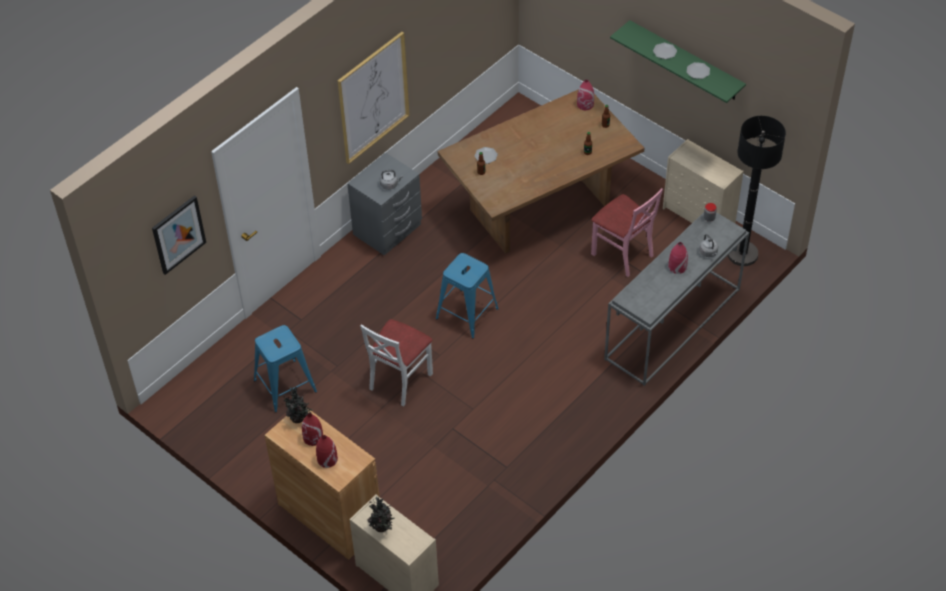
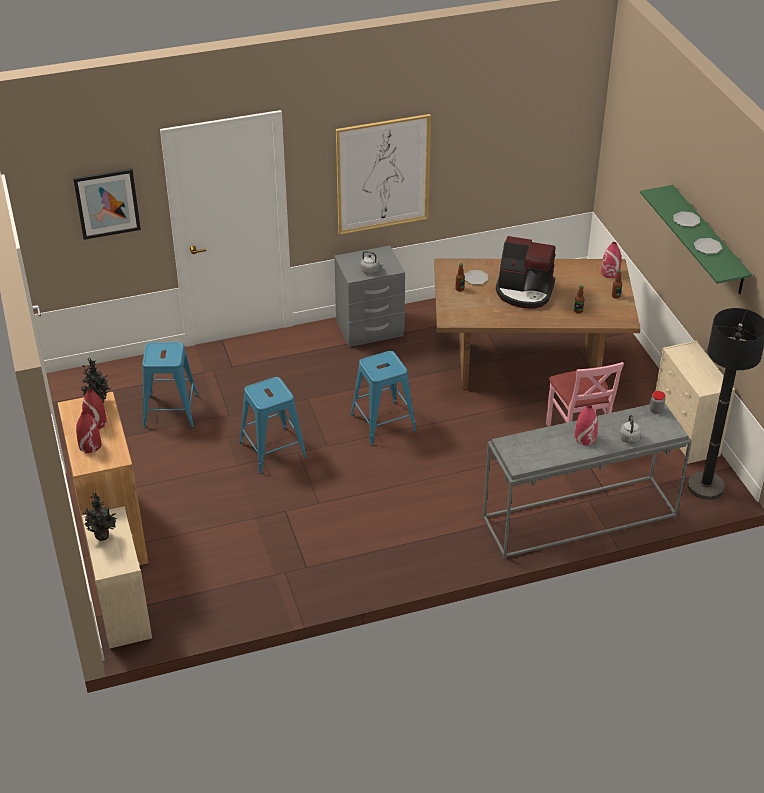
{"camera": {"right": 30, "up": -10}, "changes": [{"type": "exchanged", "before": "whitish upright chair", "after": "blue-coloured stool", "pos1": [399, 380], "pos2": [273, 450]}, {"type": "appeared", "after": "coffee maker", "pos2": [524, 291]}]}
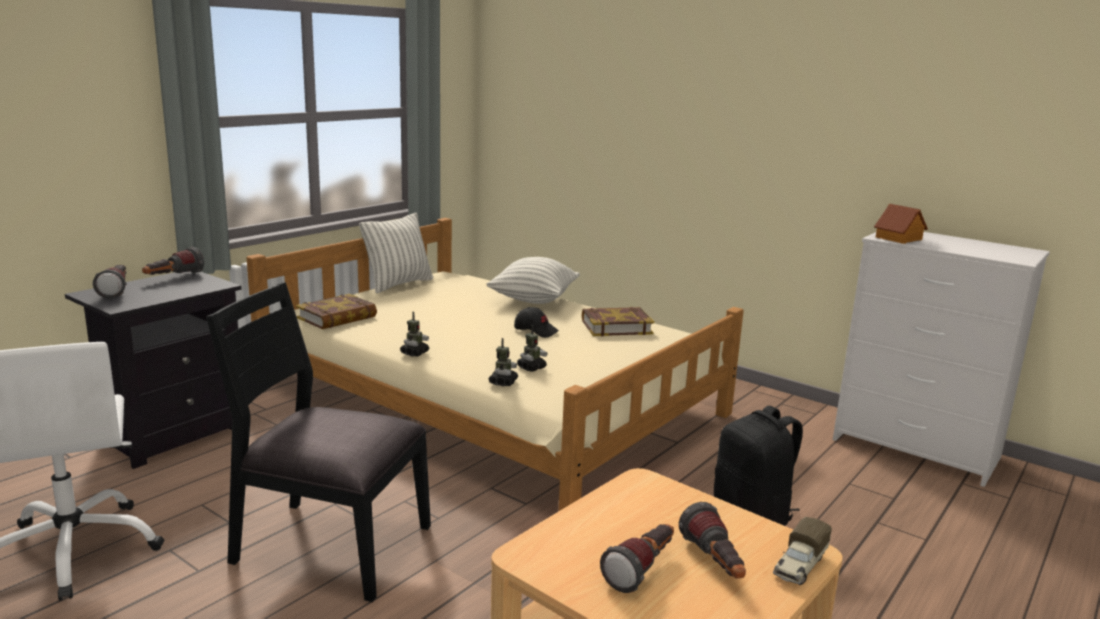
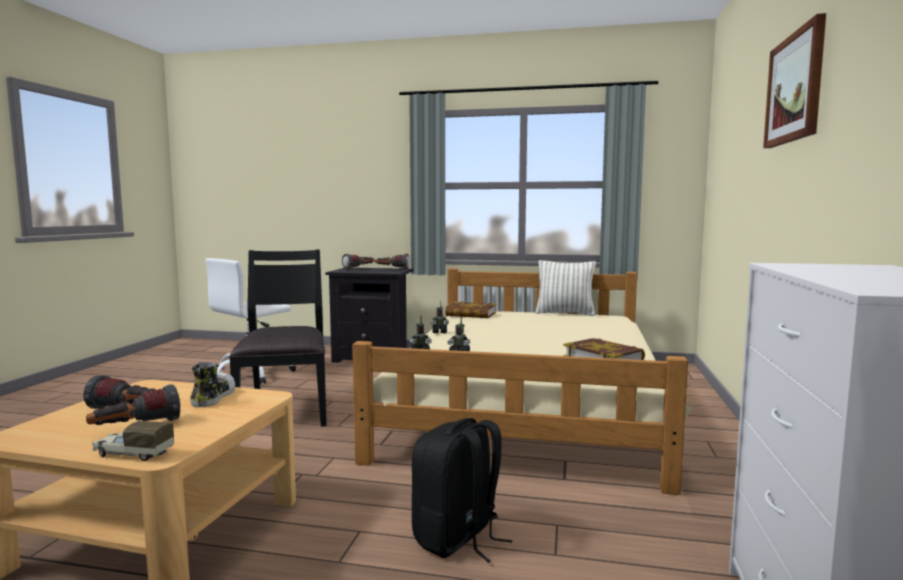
{"camera": {"right": 65, "up": -10}, "changes": [{"type": "missing", "before": "model house", "pos1": [899, 238]}, {"type": "missing", "before": "throw pillow", "pos1": [533, 300]}, {"type": "missing", "before": "black baseball cap", "pos1": [536, 331]}, {"type": "appeared", "after": "wall art", "pos2": [795, 88]}, {"type": "appeared", "after": "item of footwear", "pos2": [212, 397]}]}
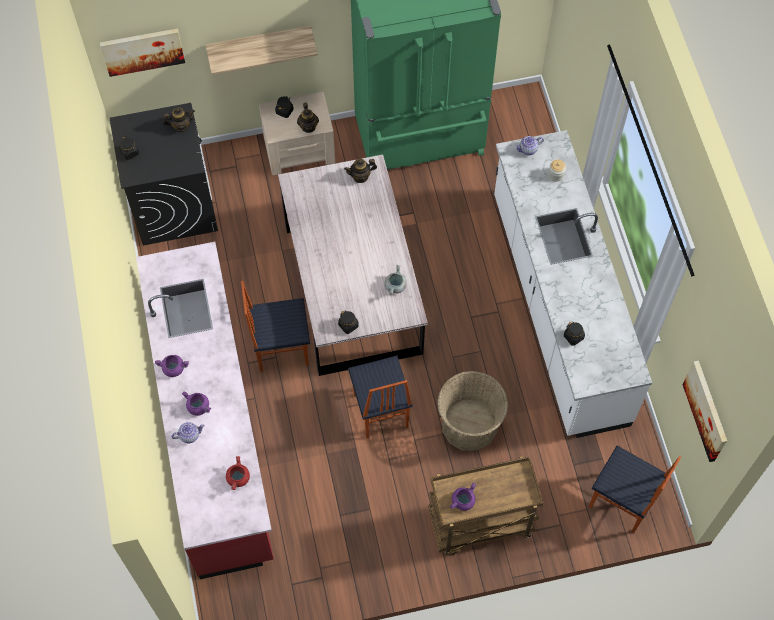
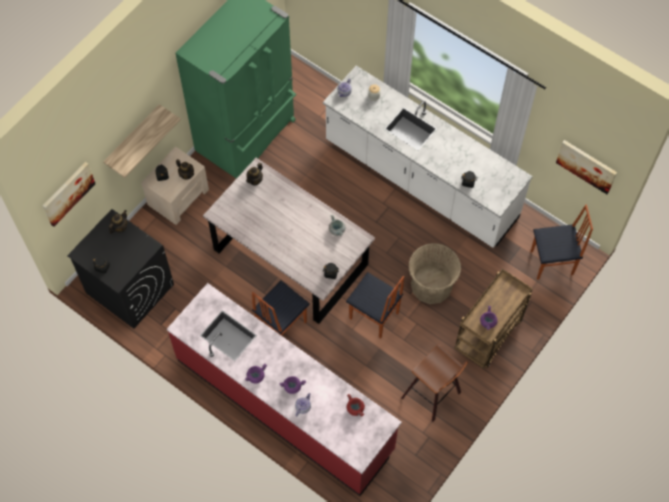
{"camera": {"right": -40, "up": 0}, "changes": [{"type": "appeared", "after": "stool", "pos2": [433, 395]}]}
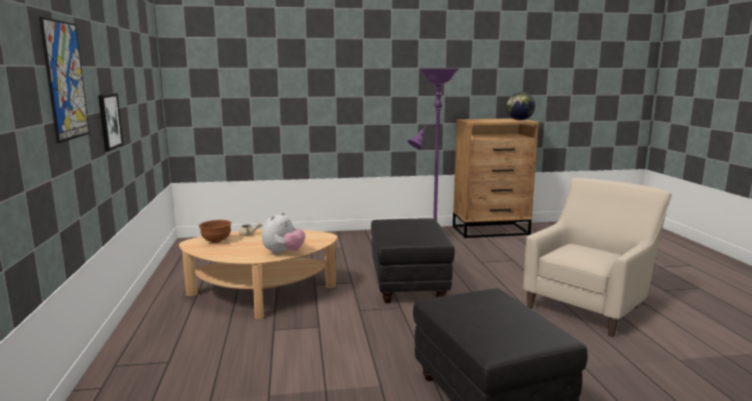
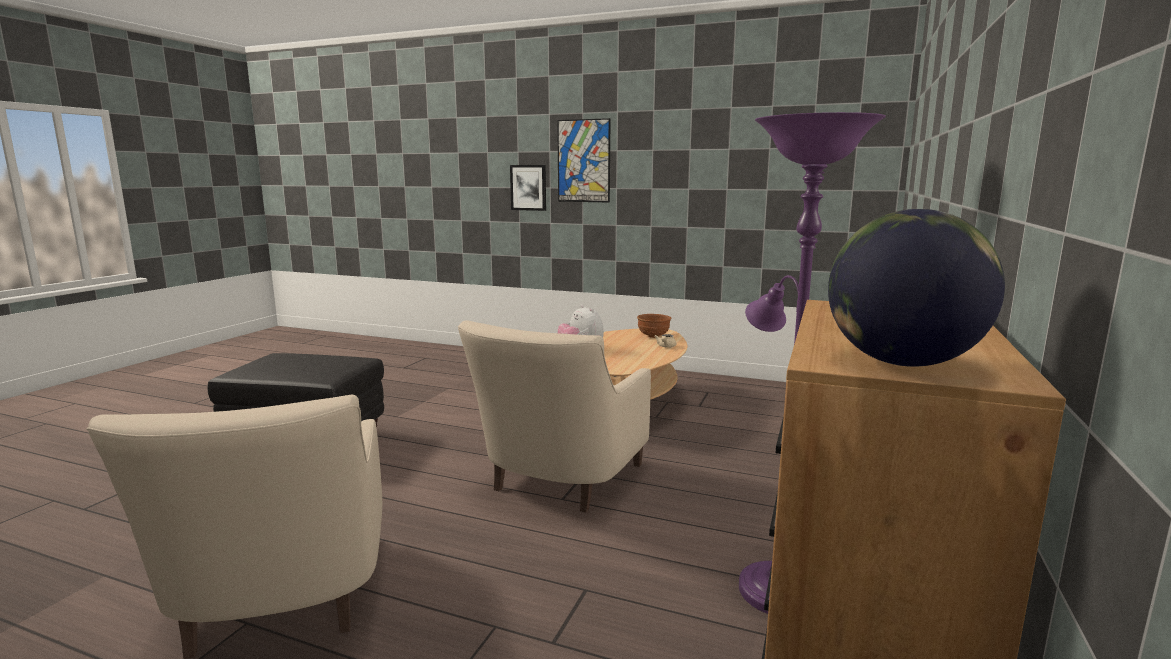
{"camera": {"right": 120, "up": 0}, "changes": [{"type": "relocated", "before": "wall art", "pos1": [109, 121], "pos2": [528, 187]}, {"type": "exchanged", "before": "black pouffe", "after": "sand-coloured armchair", "pos1": [409, 286], "pos2": [558, 482]}]}
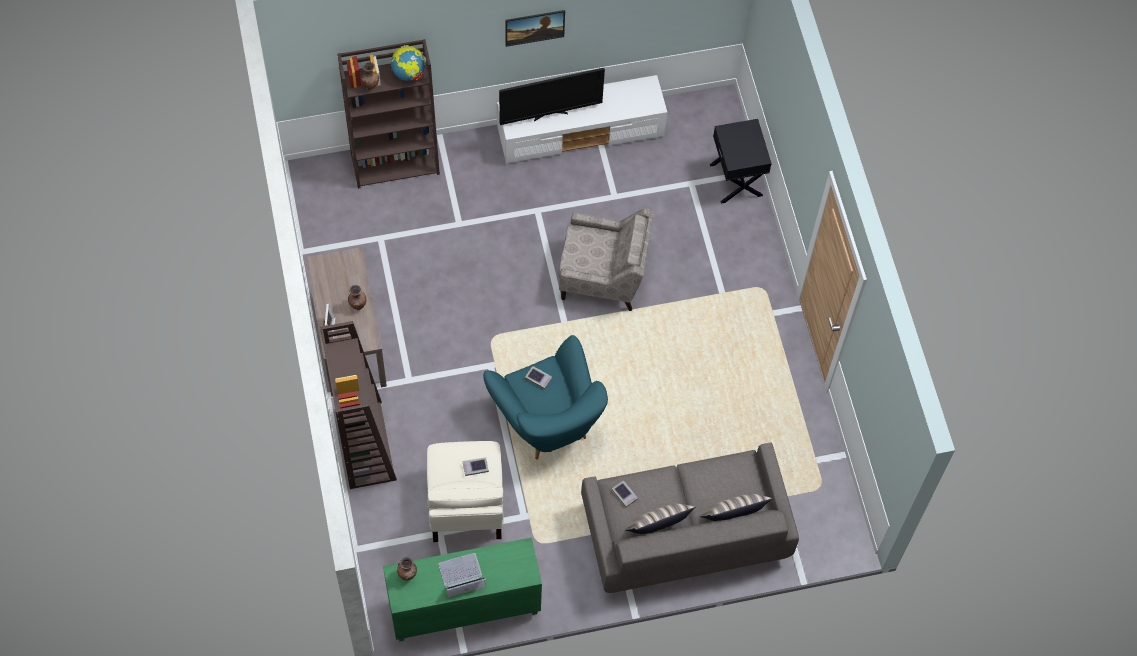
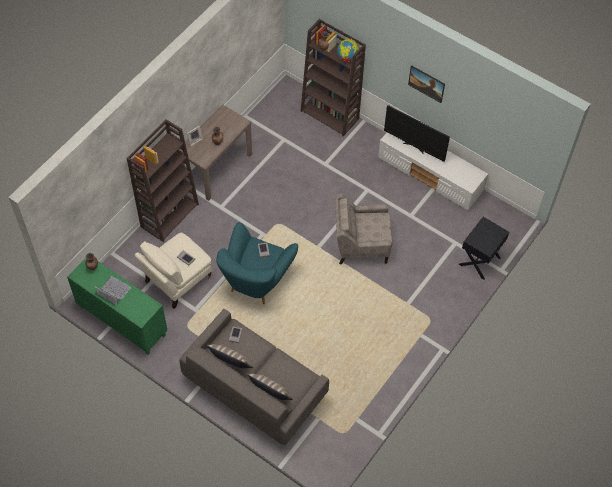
{"camera": {"right": 50, "up": -5}, "changes": [{"type": "spun", "before": "sand-coloured armchair", "pos1": [603, 276], "pos2": [361, 244], "turn": 120}]}
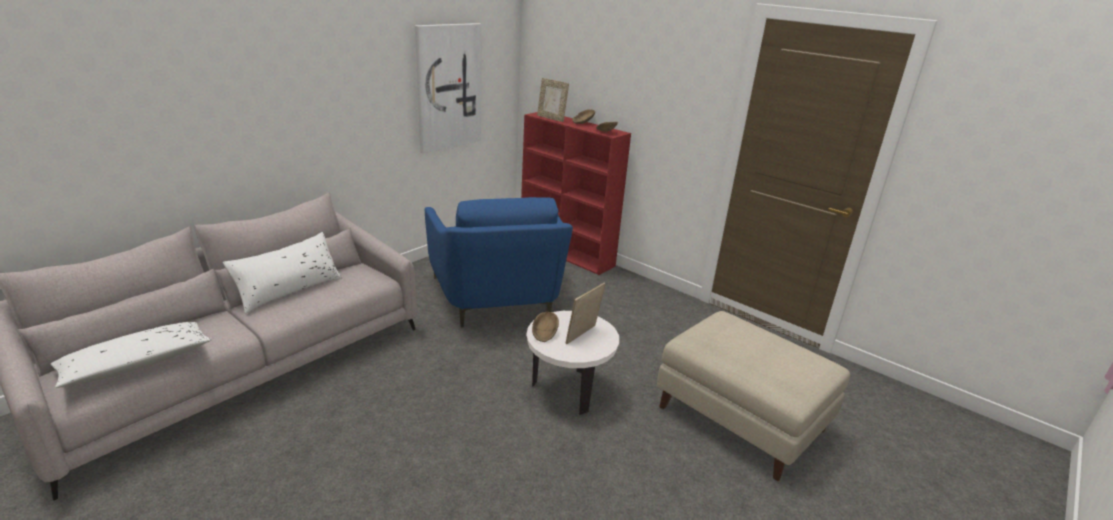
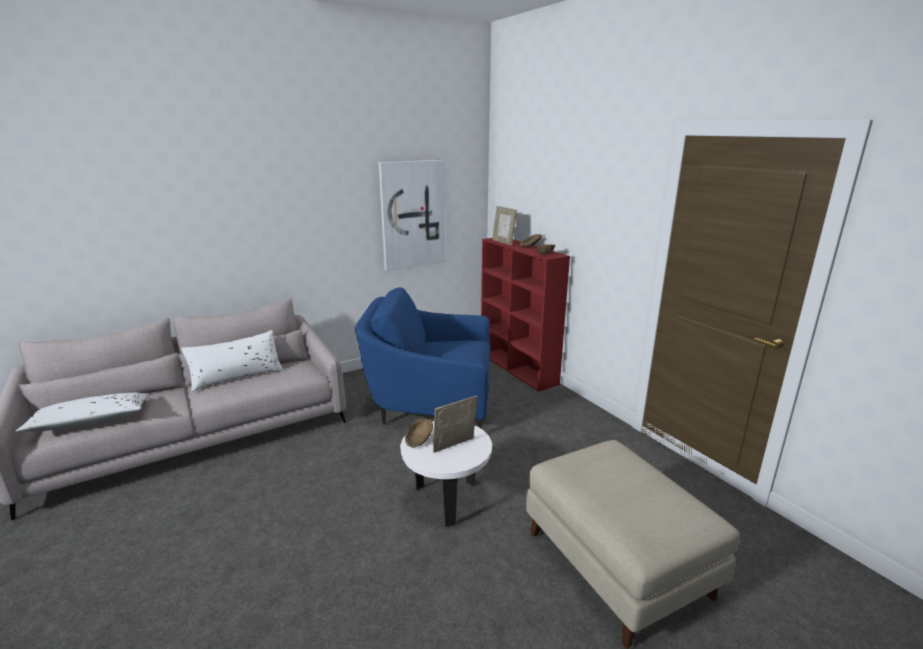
{"camera": {"right": 20, "up": -5}, "changes": [{"type": "spun", "before": "blue-coloured armchair", "pos1": [498, 299], "pos2": [431, 404], "turn": 90}]}
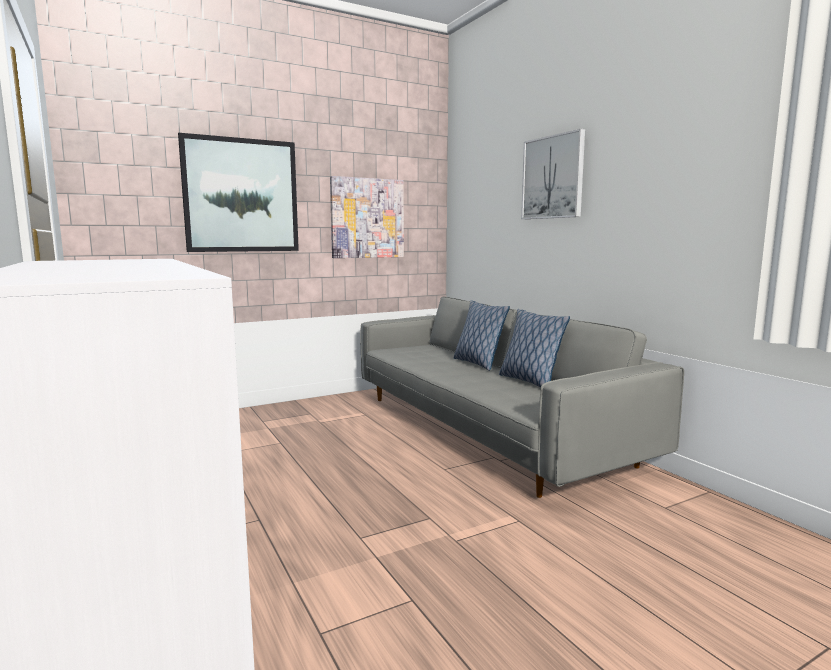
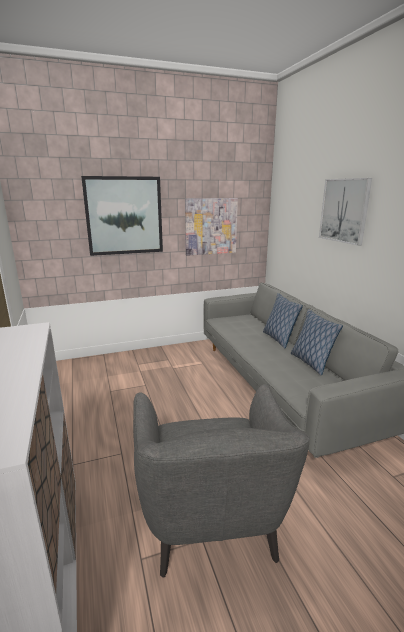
{"camera": {"right": 10, "up": 10}, "changes": [{"type": "appeared", "after": "greyish armchair", "pos2": [211, 513]}]}
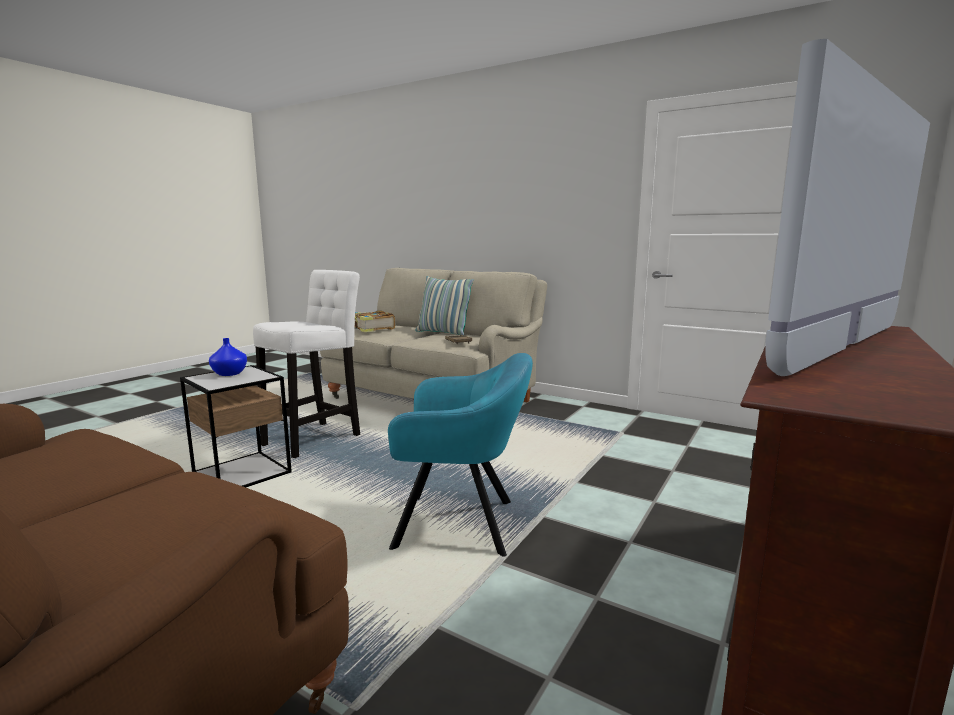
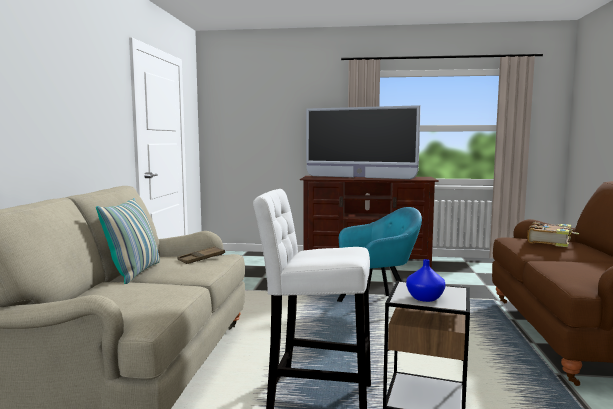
{"camera": {"right": -115, "up": -5}, "changes": [{"type": "relocated", "before": "volume", "pos1": [371, 328], "pos2": [550, 242]}, {"type": "spun", "before": "turquoise armchair", "pos1": [461, 524], "pos2": [379, 306], "turn": 90}]}
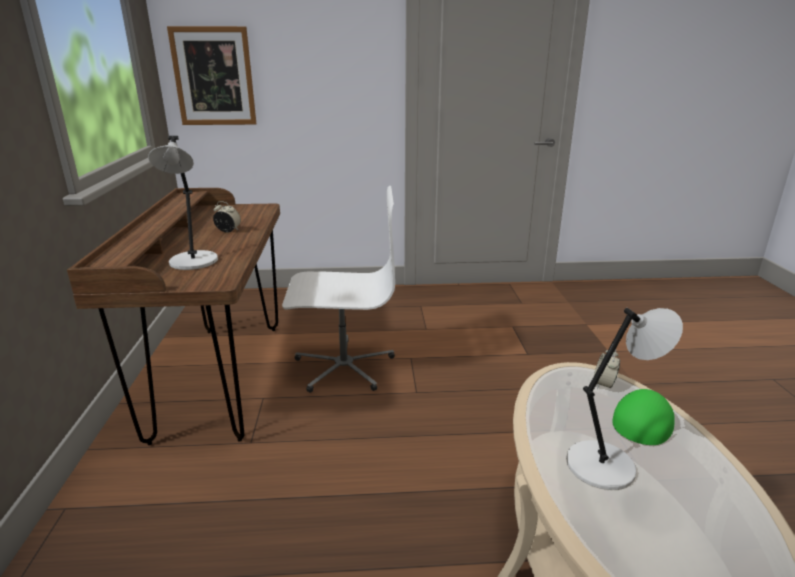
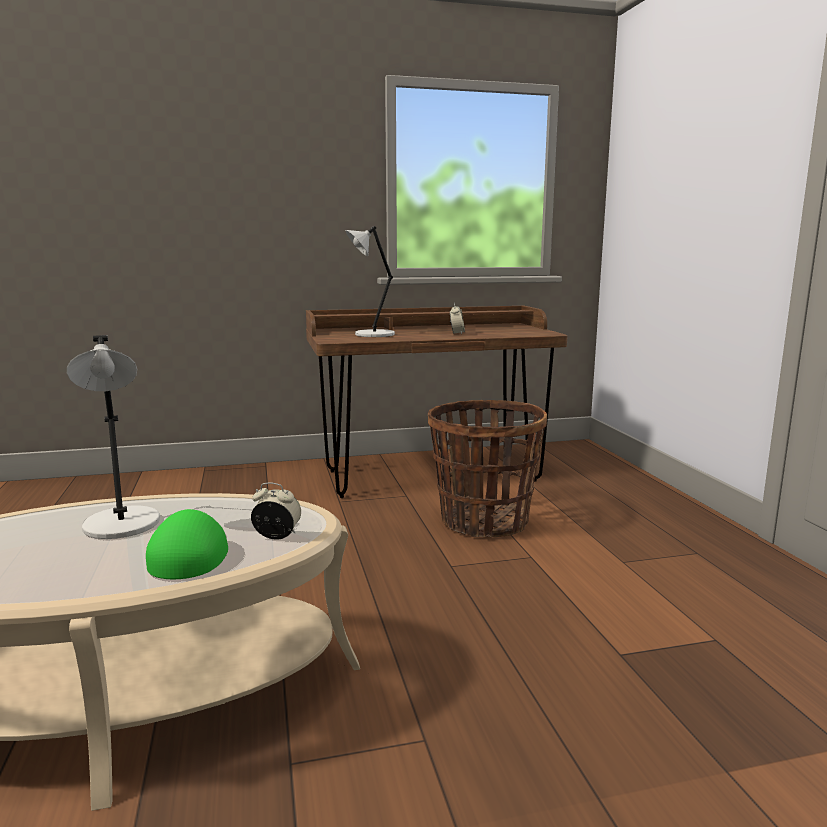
{"camera": {"right": 80, "up": -10}, "changes": [{"type": "missing", "before": "wall art", "pos1": [214, 77]}, {"type": "exchanged", "before": "whitish desk chair", "after": "storage basket", "pos1": [343, 366], "pos2": [483, 521]}, {"type": "spun", "before": "green-coloured baseball cap", "pos1": [644, 420], "pos2": [191, 553], "turn": -120}]}
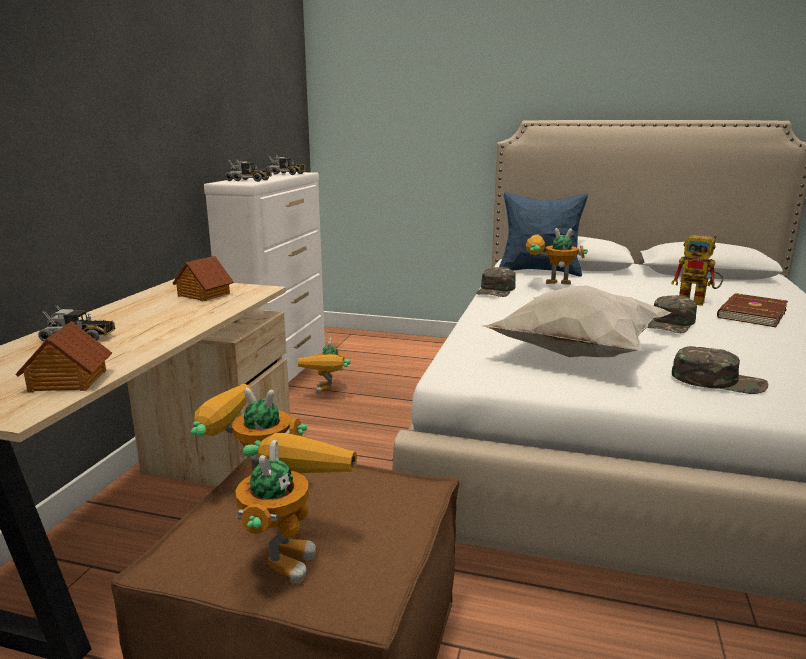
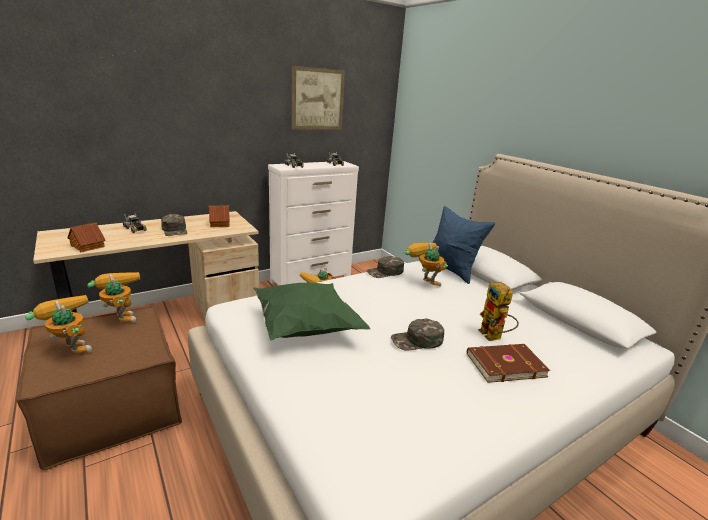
{"camera": {"right": 40, "up": 5}, "changes": [{"type": "colour", "before": "whitish throw pillow", "after": "green-coloured throw pillow", "pos1": [575, 354], "pos2": [304, 328]}, {"type": "relocated", "before": "green-coloured baseball cap", "pos1": [717, 381], "pos2": [175, 230]}, {"type": "spun", "before": "robot figure", "pos1": [290, 549], "pos2": [70, 348], "turn": -105}, {"type": "appeared", "after": "wall art", "pos2": [317, 99]}]}
